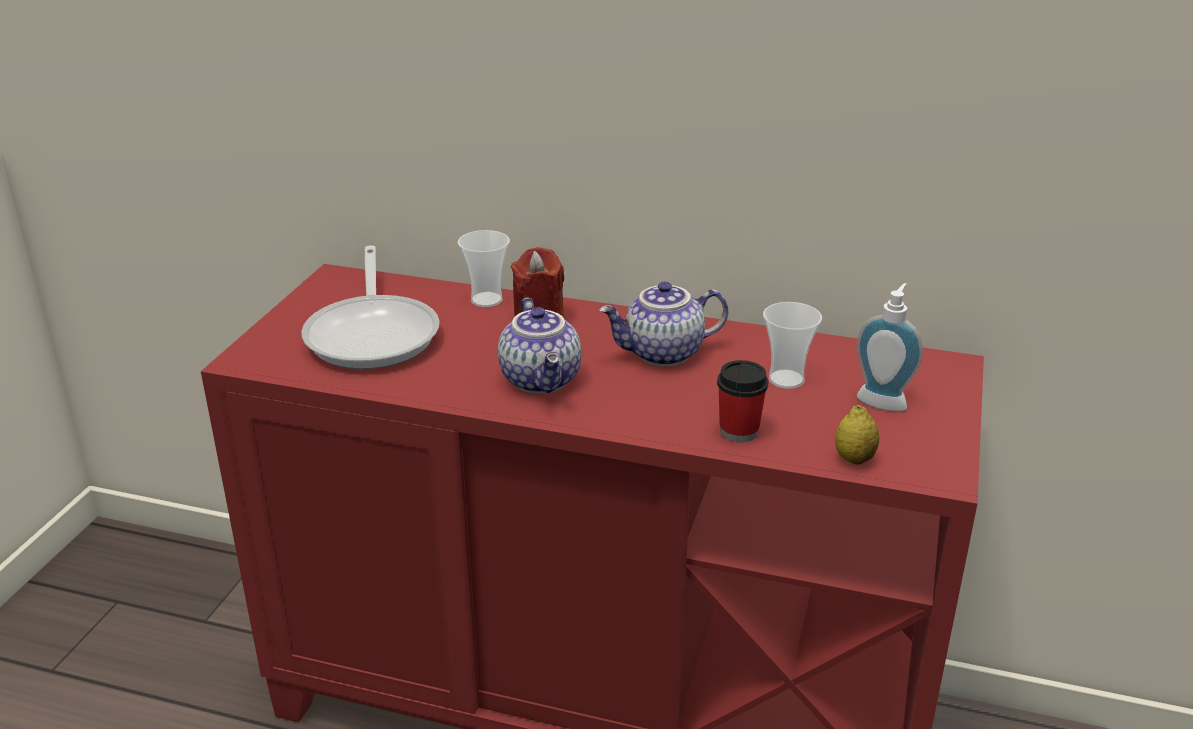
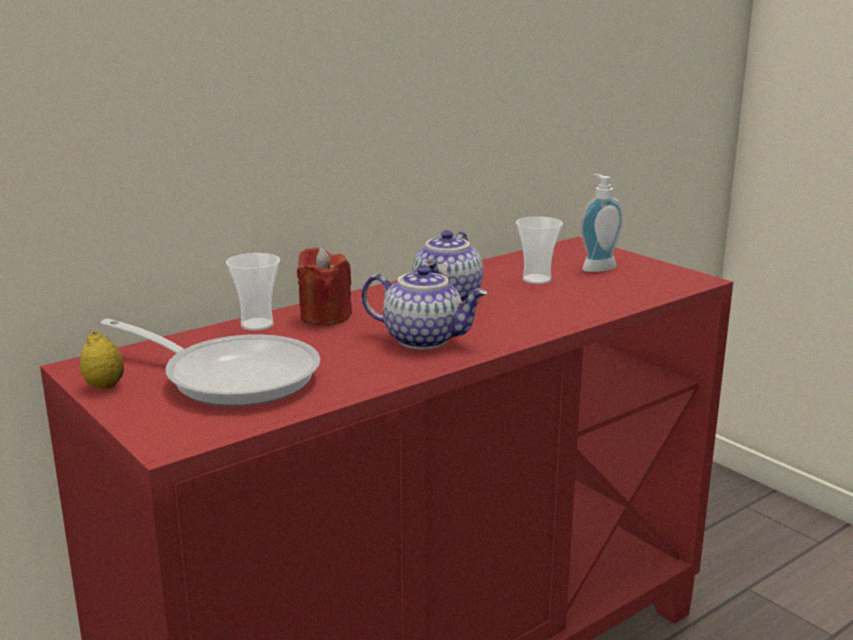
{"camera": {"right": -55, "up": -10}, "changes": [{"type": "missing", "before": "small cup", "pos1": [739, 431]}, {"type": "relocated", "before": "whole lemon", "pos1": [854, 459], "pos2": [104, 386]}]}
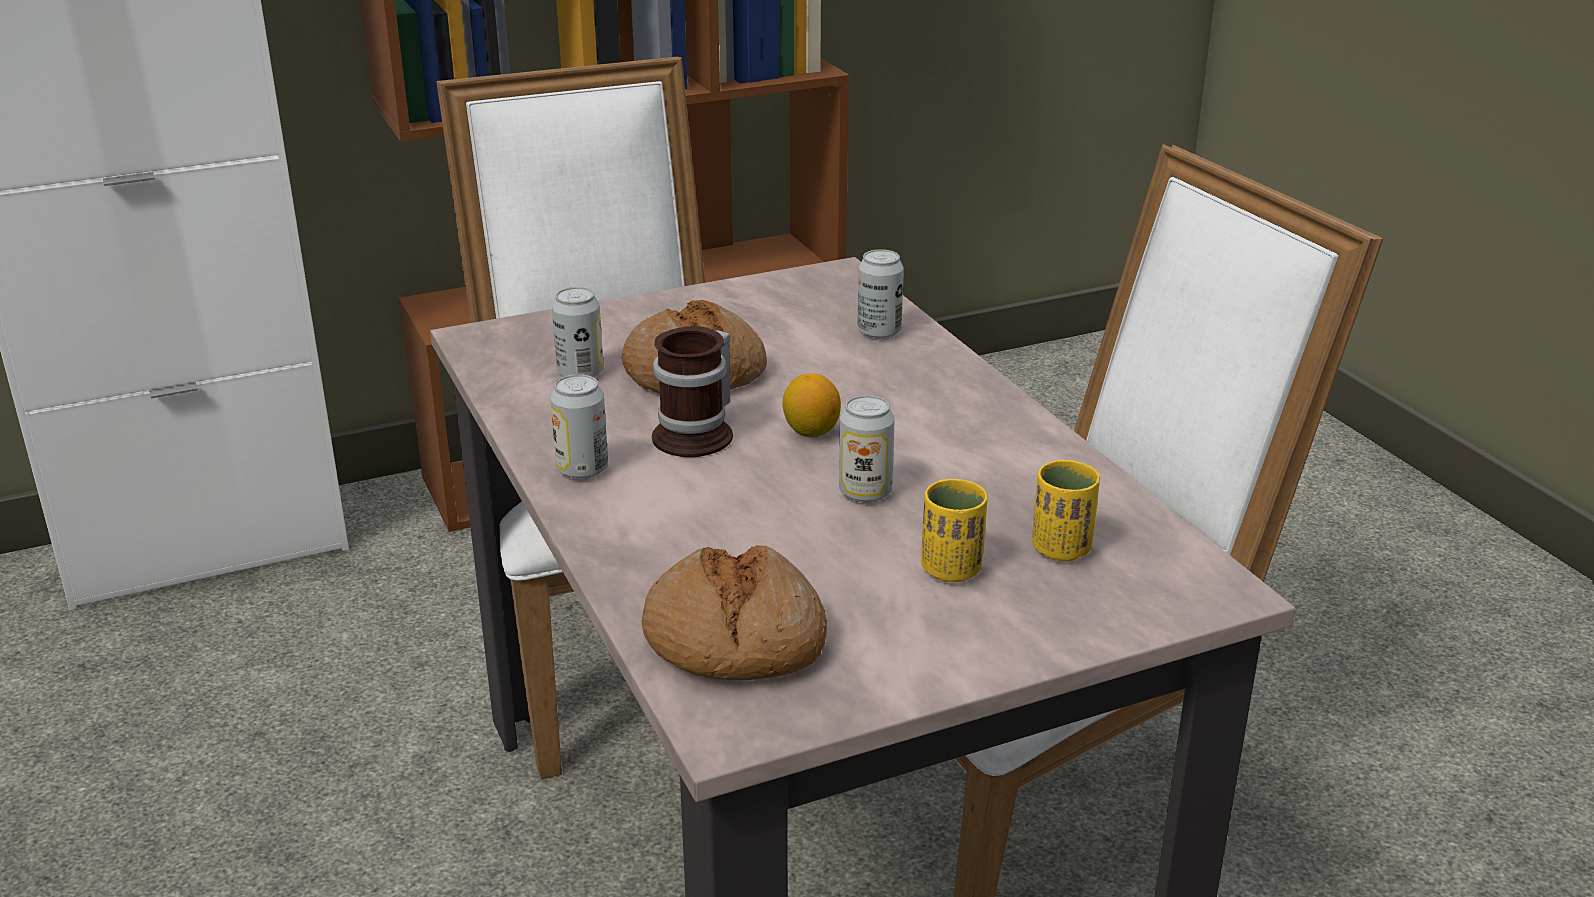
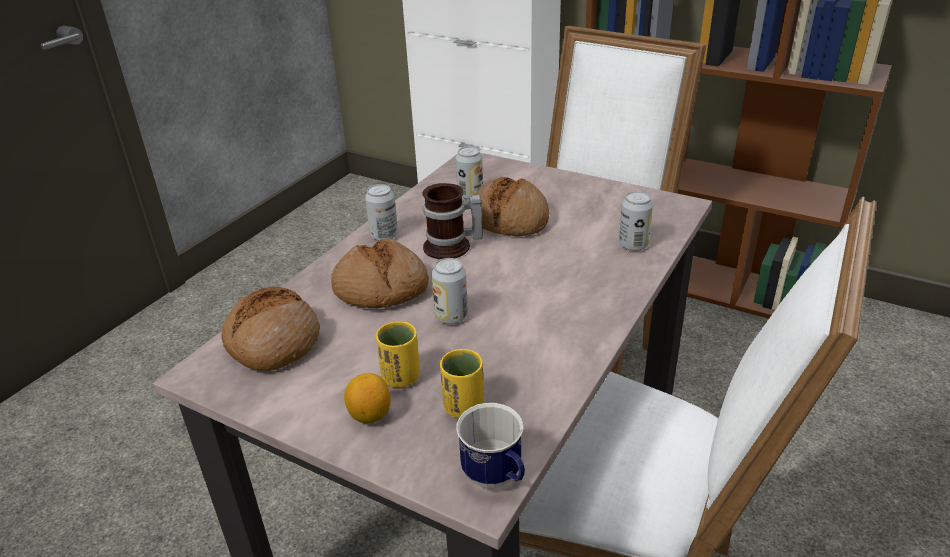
{"camera": {"right": 55, "up": 5}, "changes": [{"type": "relocated", "before": "whole lemon", "pos1": [811, 432], "pos2": [370, 415]}, {"type": "appeared", "after": "bakery bread", "pos2": [381, 289]}, {"type": "appeared", "after": "coffee mug", "pos2": [497, 479]}]}
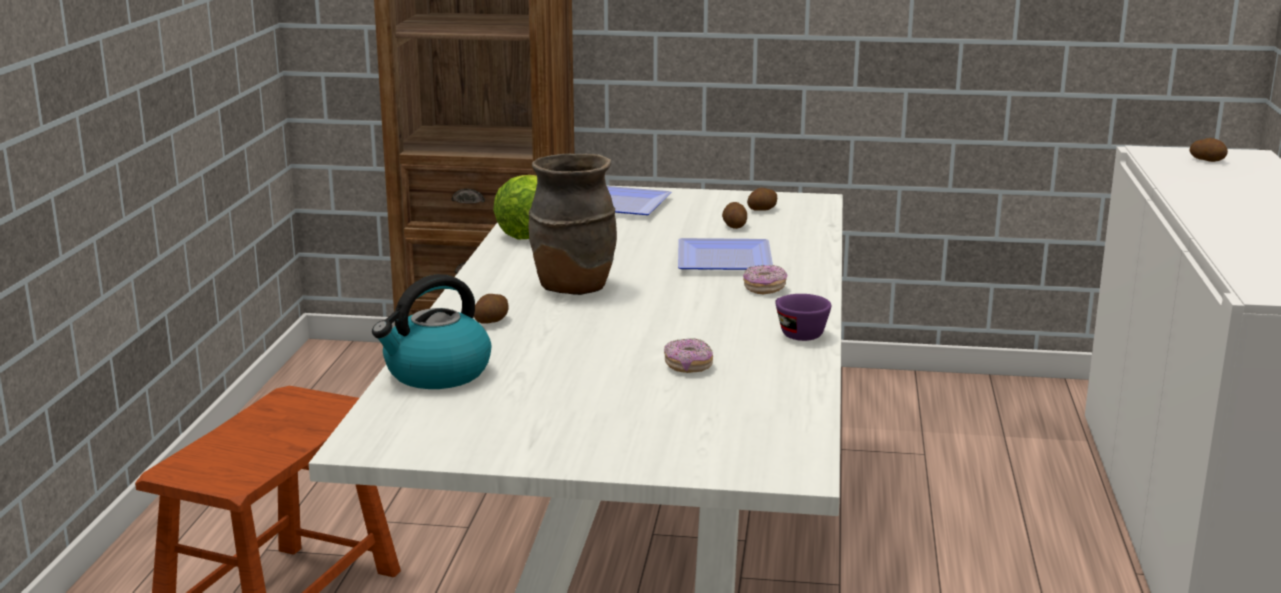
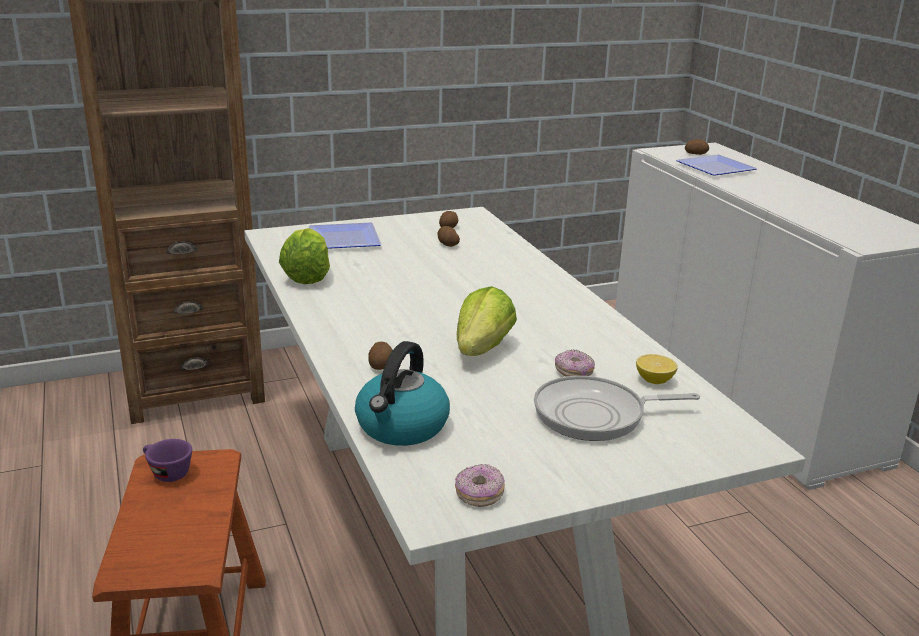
{"camera": {"right": -30, "up": 5}, "changes": [{"type": "missing", "before": "brownish decorative vase", "pos1": [572, 288]}, {"type": "relocated", "before": "dinner plate", "pos1": [721, 261], "pos2": [715, 169]}, {"type": "relocated", "before": "doughnut", "pos1": [764, 289], "pos2": [479, 495]}, {"type": "relocated", "before": "purple small cup", "pos1": [796, 333], "pos2": [166, 473]}, {"type": "appeared", "after": "head of lettuce", "pos2": [482, 349]}, {"type": "appeared", "after": "whole lemon", "pos2": [654, 380]}, {"type": "appeared", "after": "frying pan", "pos2": [596, 415]}]}
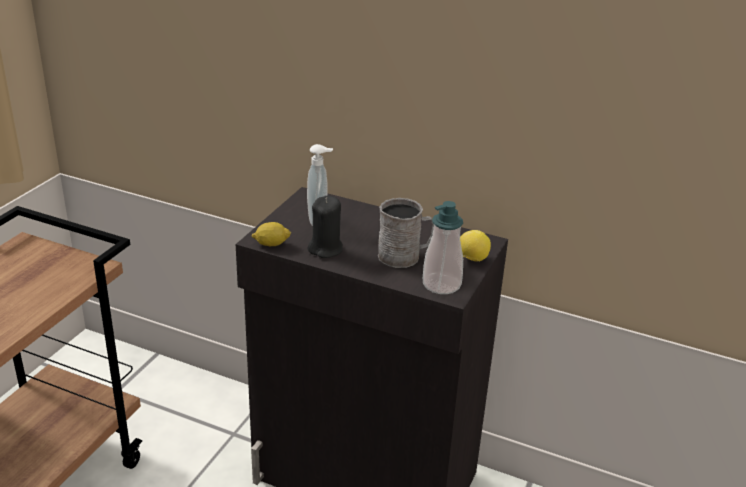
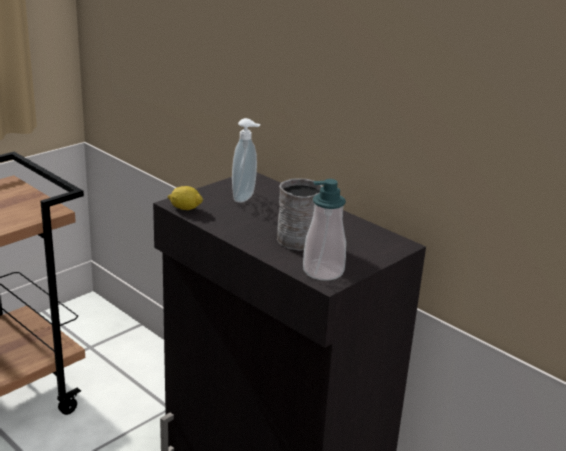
{"camera": {"right": 20, "up": -5}, "changes": [{"type": "missing", "before": "black candle", "pos1": [326, 249]}, {"type": "missing", "before": "whole lemon", "pos1": [472, 259]}]}
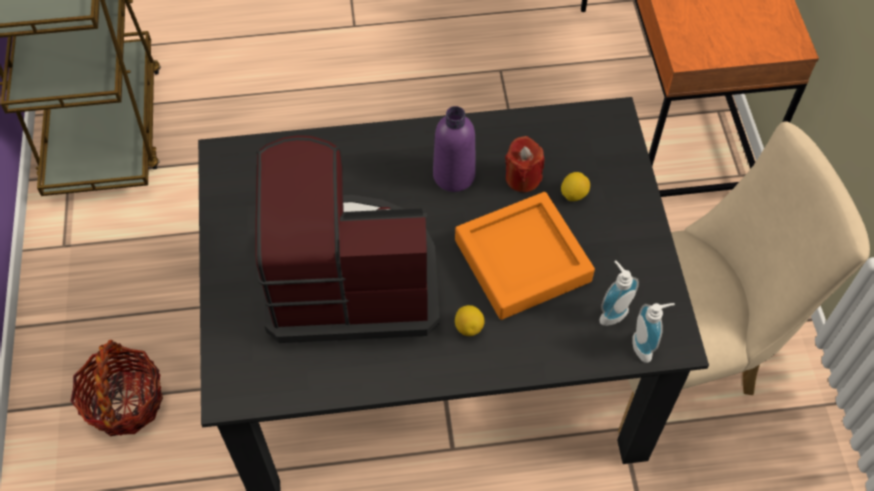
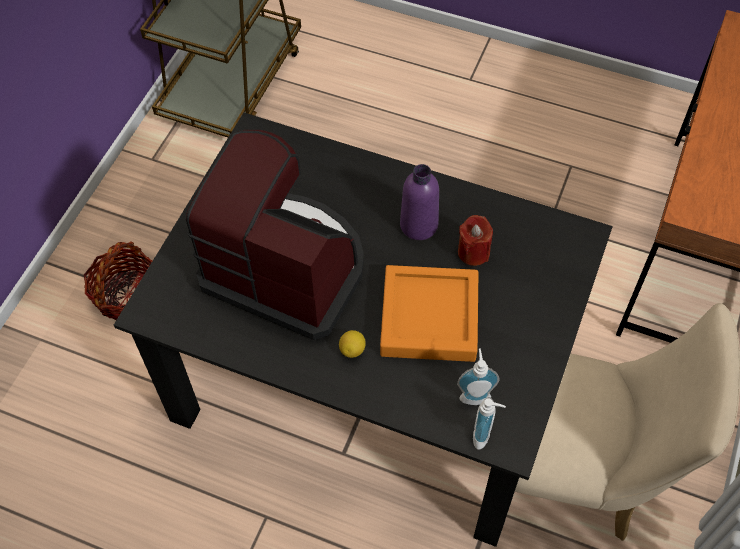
{"camera": {"right": 30, "up": 0}, "changes": [{"type": "missing", "before": "whole lemon", "pos1": [573, 194]}]}
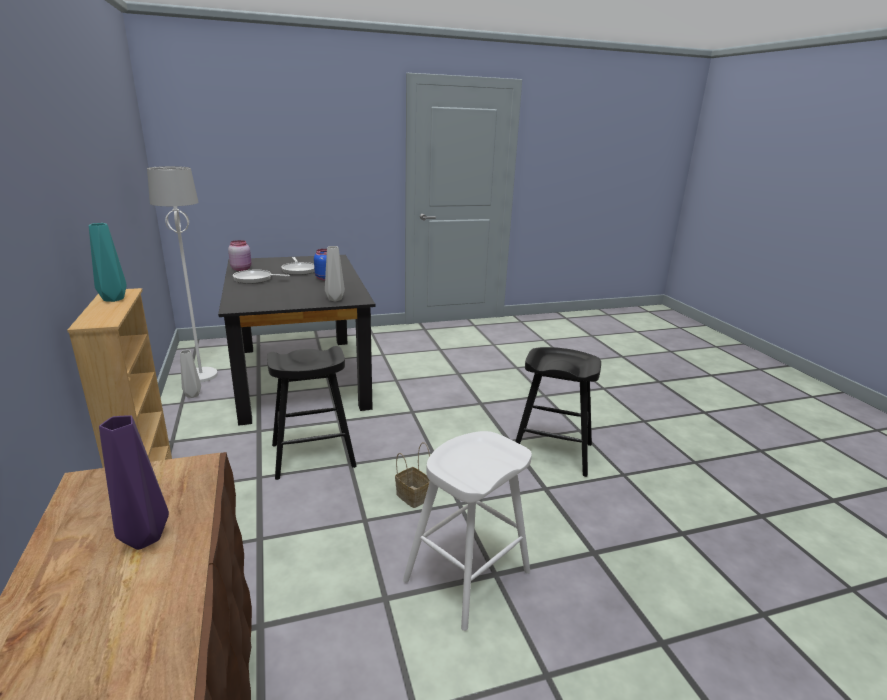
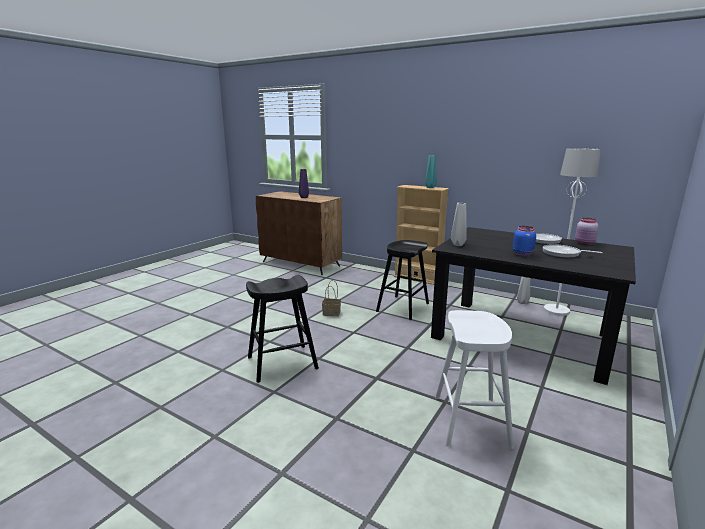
{"camera": {"right": 140, "up": -5}, "changes": [{"type": "relocated", "before": "whitish stool", "pos1": [467, 576], "pos2": [470, 420]}]}
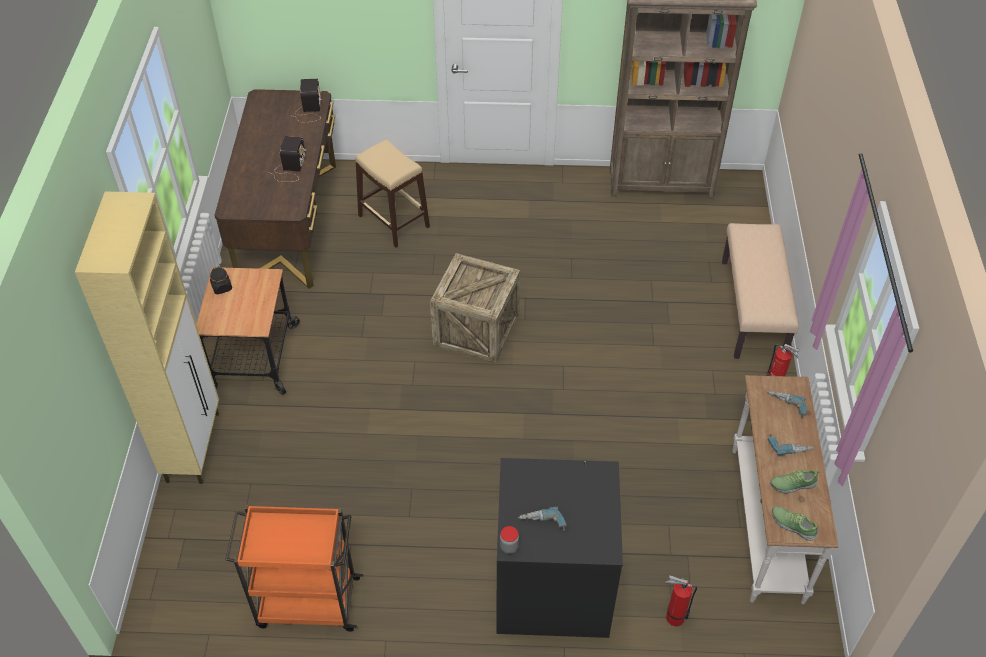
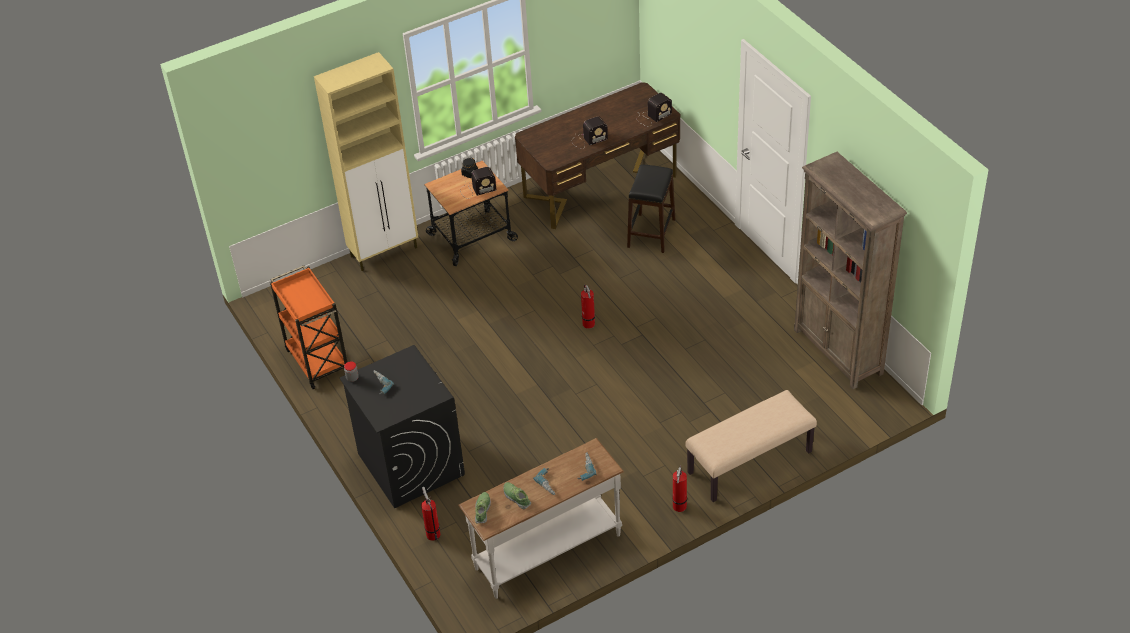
{"camera": {"right": 60, "up": -5}, "changes": [{"type": "colour", "before": "sand-coloured stool", "after": "black stool", "pos1": [394, 221], "pos2": [651, 233]}, {"type": "exchanged", "before": "crate", "after": "fire extinguisher", "pos1": [476, 330], "pos2": [589, 325]}, {"type": "appeared", "after": "radio set", "pos2": [476, 189]}]}
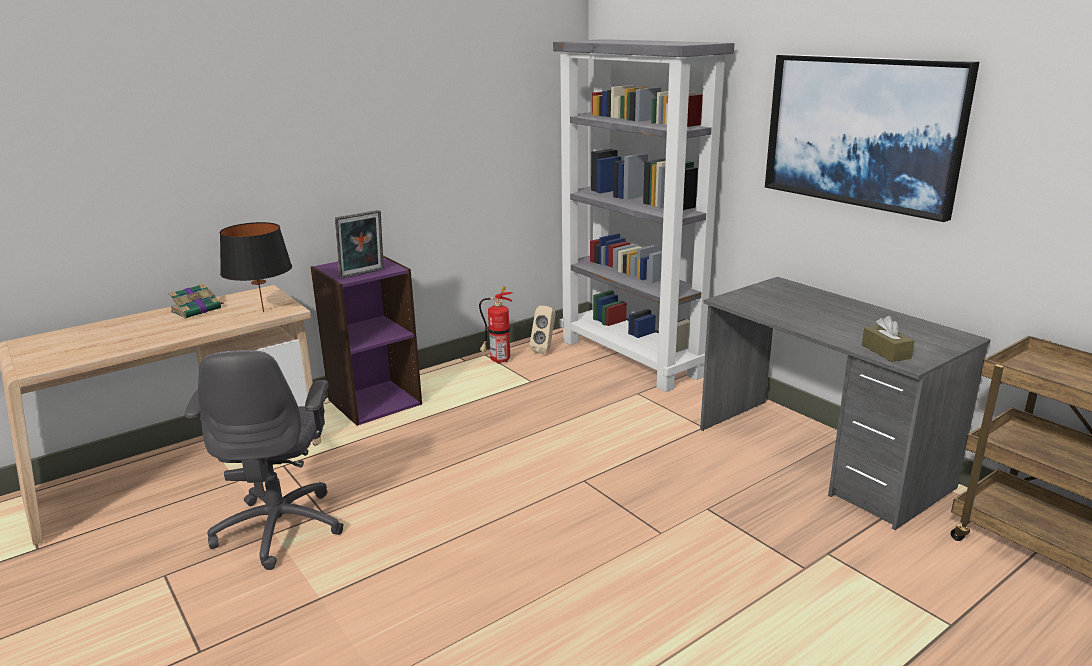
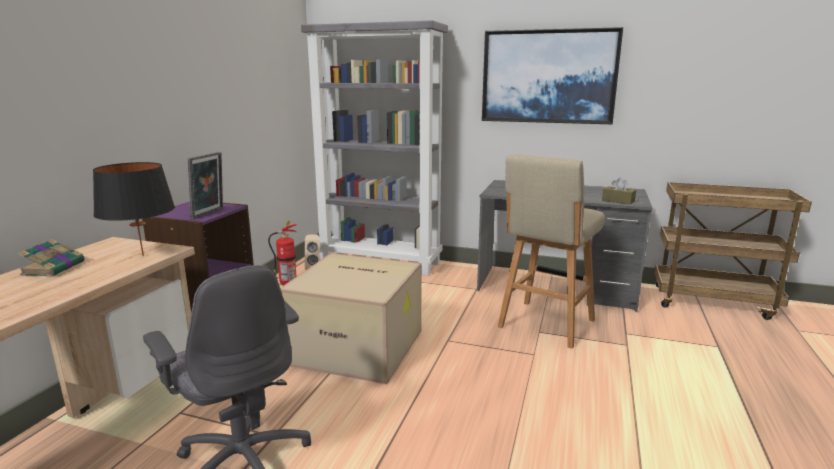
{"camera": {"right": -35, "up": -5}, "changes": [{"type": "appeared", "after": "sand-coloured stool", "pos2": [545, 325]}, {"type": "appeared", "after": "cardboard box", "pos2": [359, 346]}]}
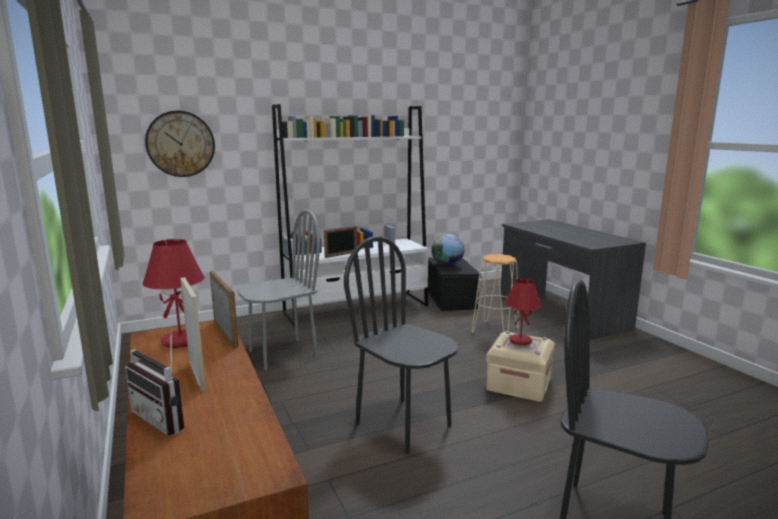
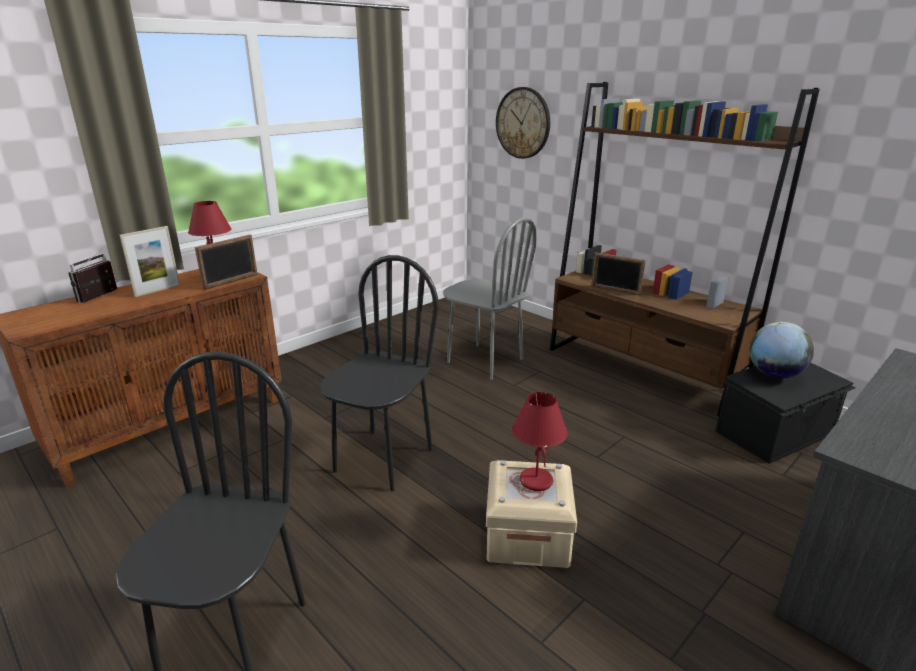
{"camera": {"right": 70, "up": 10}, "changes": [{"type": "colour", "before": "whitish shelving unit", "after": "brownish shelving unit", "pos1": [357, 309], "pos2": [642, 370]}, {"type": "missing", "before": "sand-coloured stool", "pos1": [494, 330]}]}
